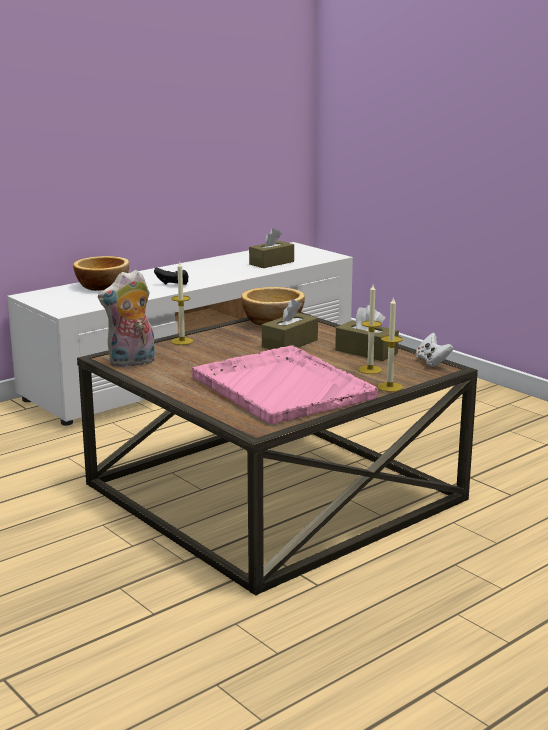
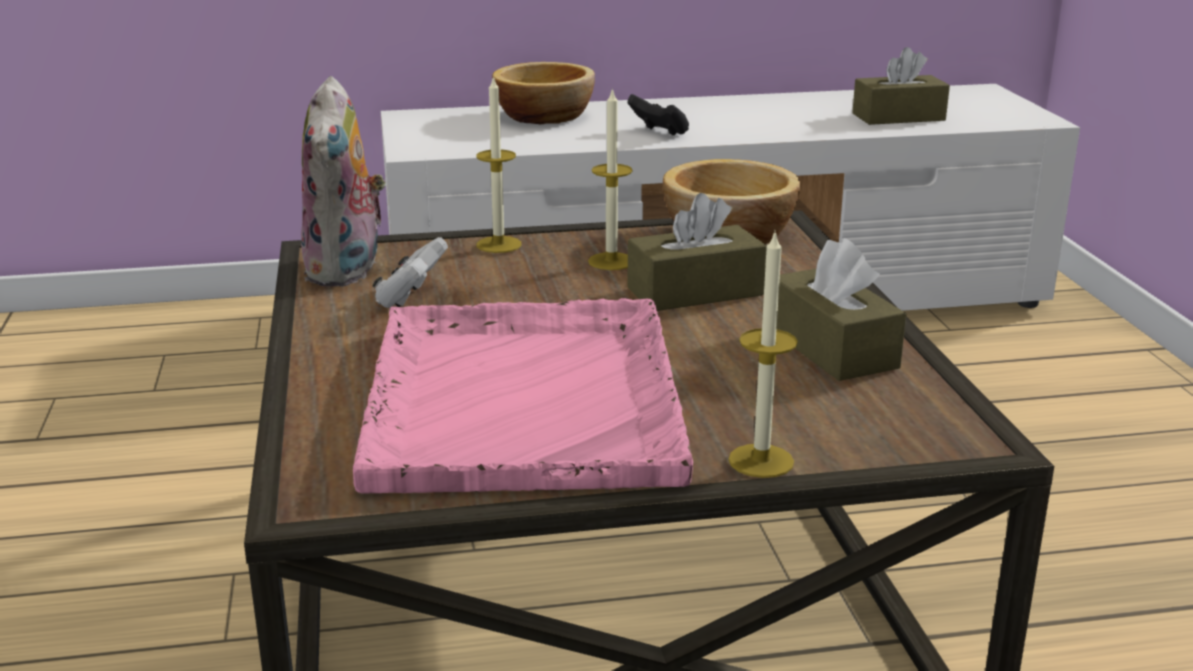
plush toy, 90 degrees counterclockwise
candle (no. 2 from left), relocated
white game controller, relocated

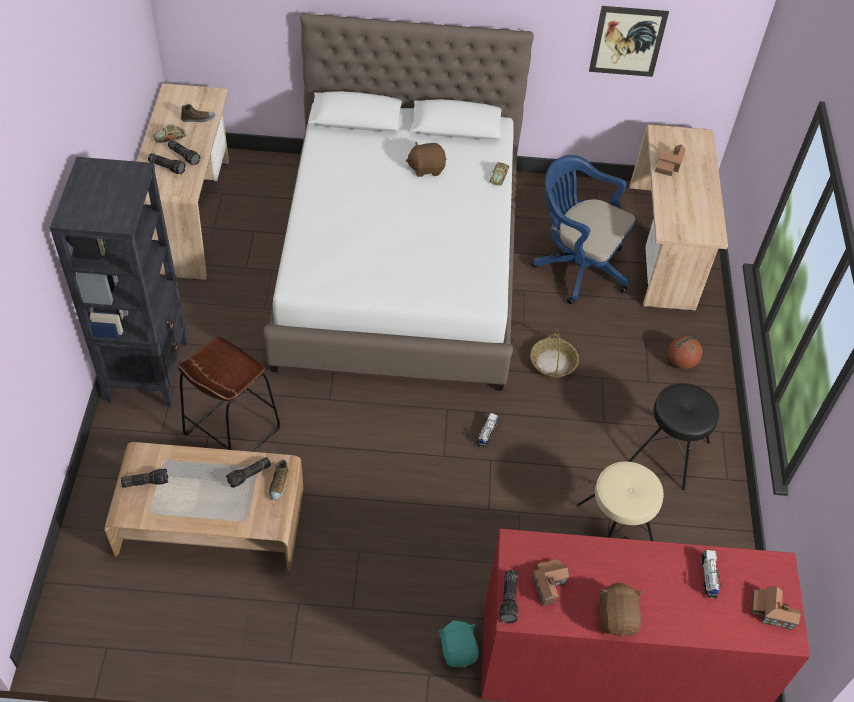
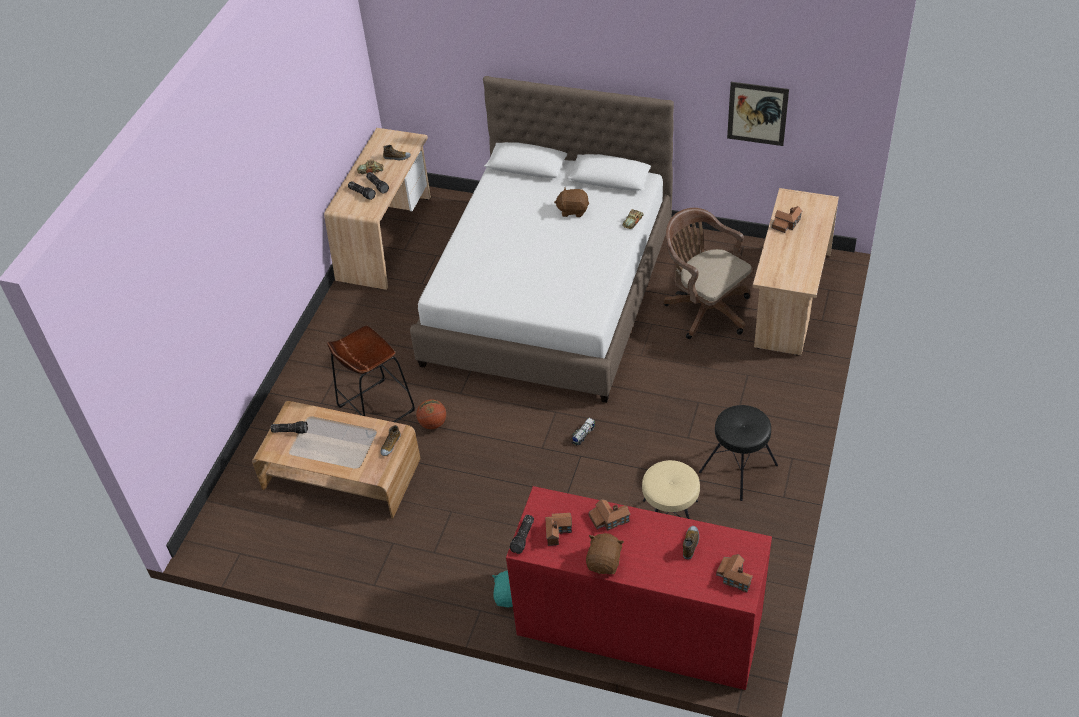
blue office chair => brown office chair
black bookcase => nothing
basket => nothing
basketball, relocated
flashlight (no. 4 from left) => nothing
toy truck (no. 2 from left) => shoe (no. 3 from left)
nothing => toy house (no. 2 from left)

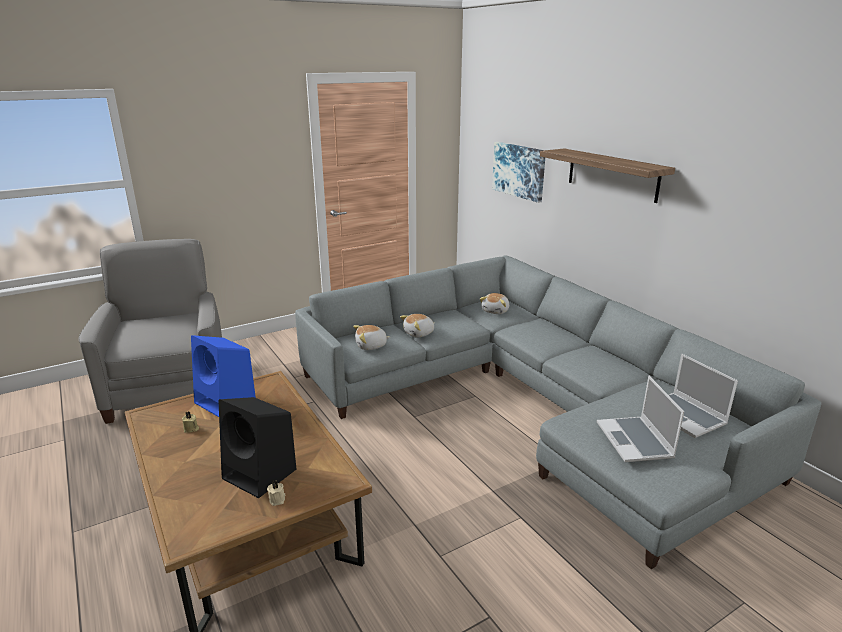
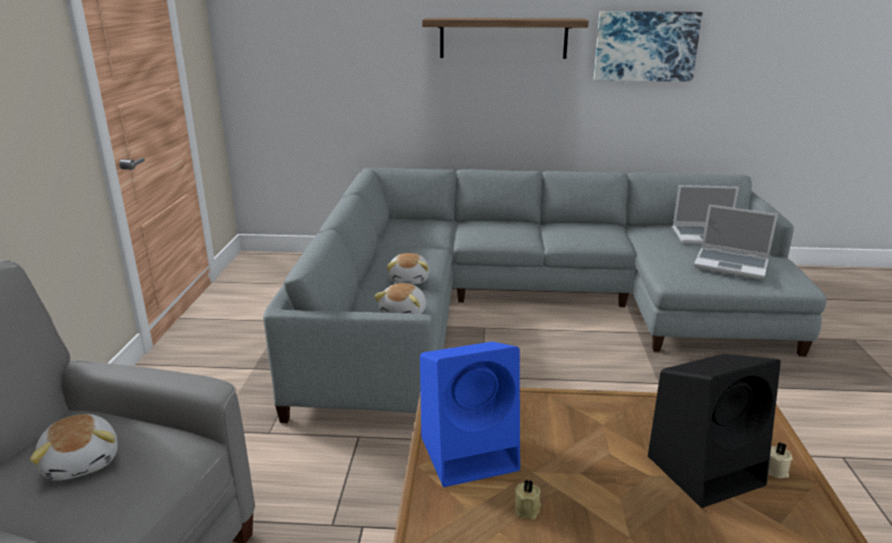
picture, relocated
plush toy (no. 3 from left in the first image) => plush toy (no. 1 from left), relocated

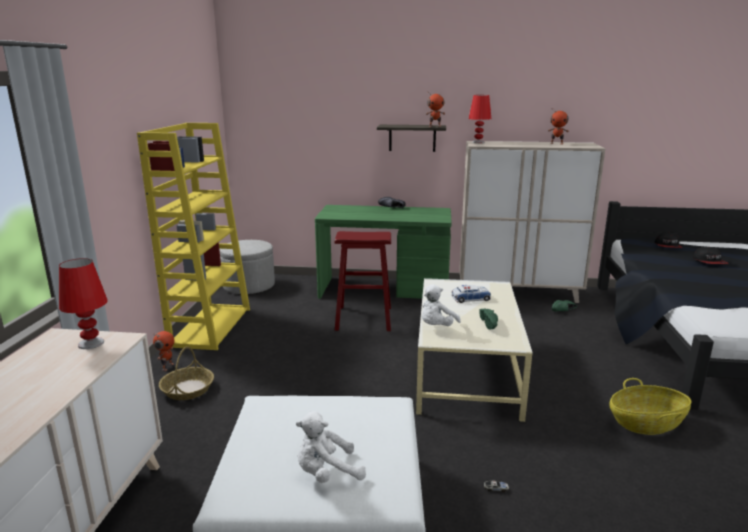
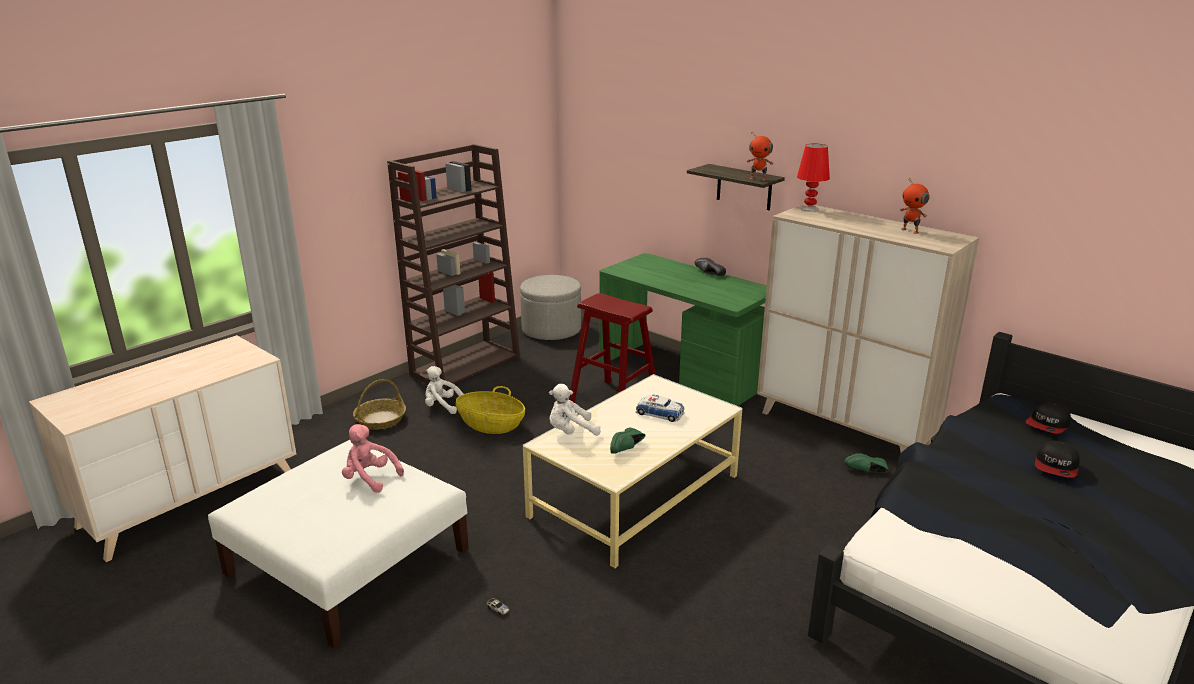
yellow bookcase => brown bookcase
red table lamp (no. 1 from left) => nothing
toy robot (no. 1 from left) => nothing
basket (no. 2 from left), relocated
white plush toy (no. 1 from left), relocated
nothing => pink plush toy

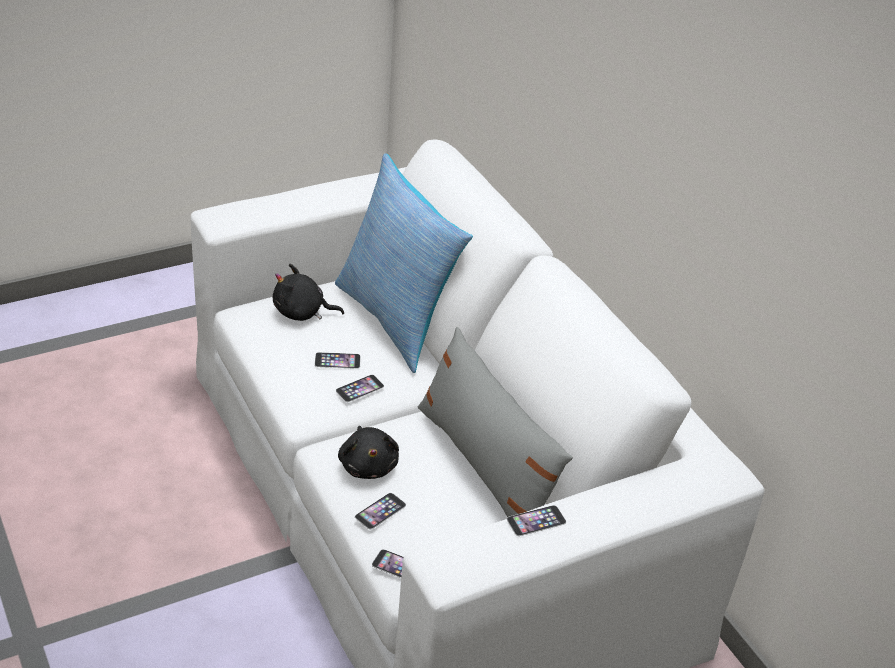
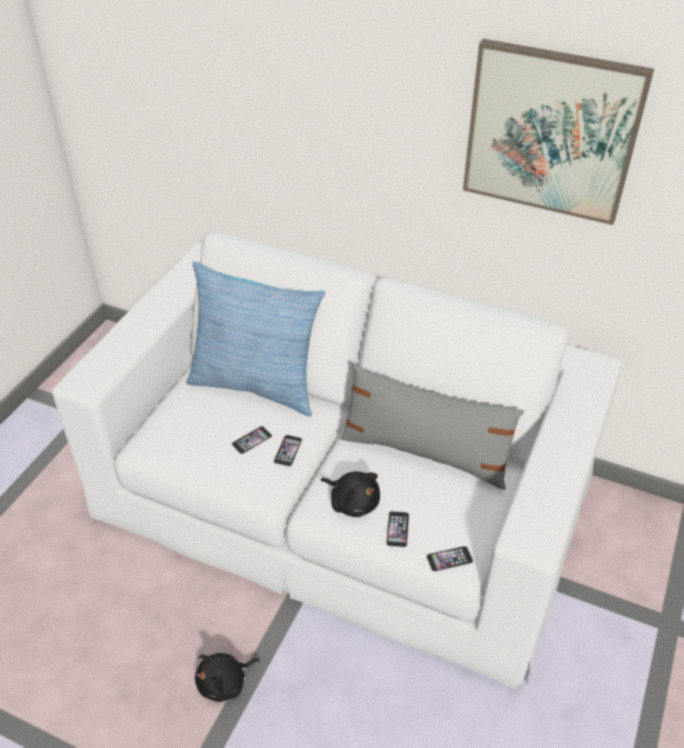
black plush toy (no. 1 from left), relocated
phone (no. 5 from left) => nothing
nothing => picture

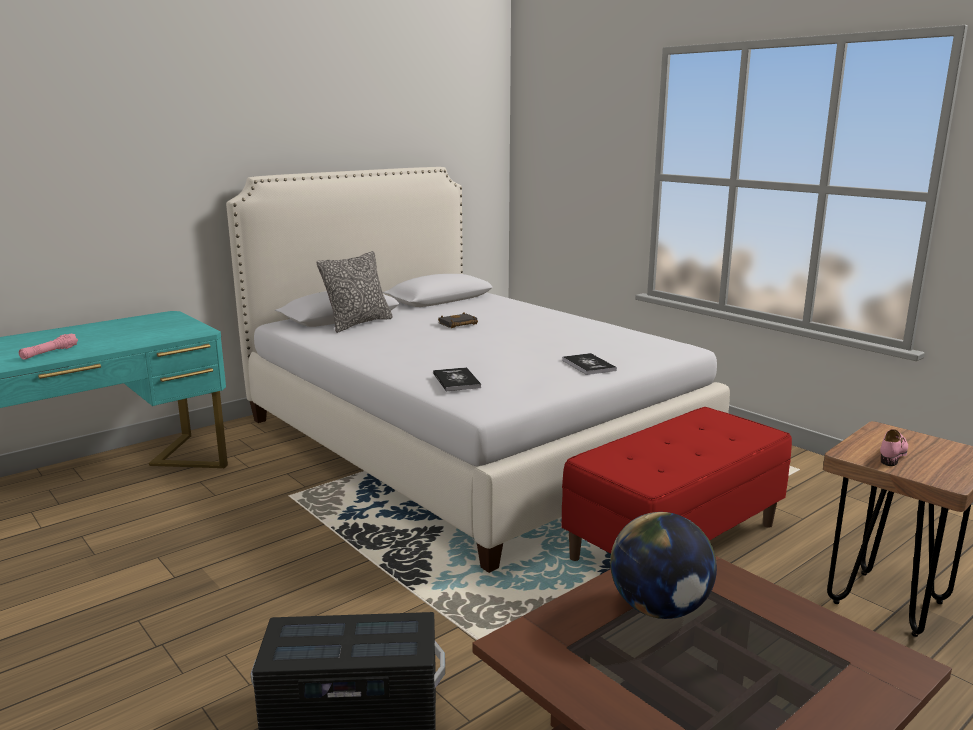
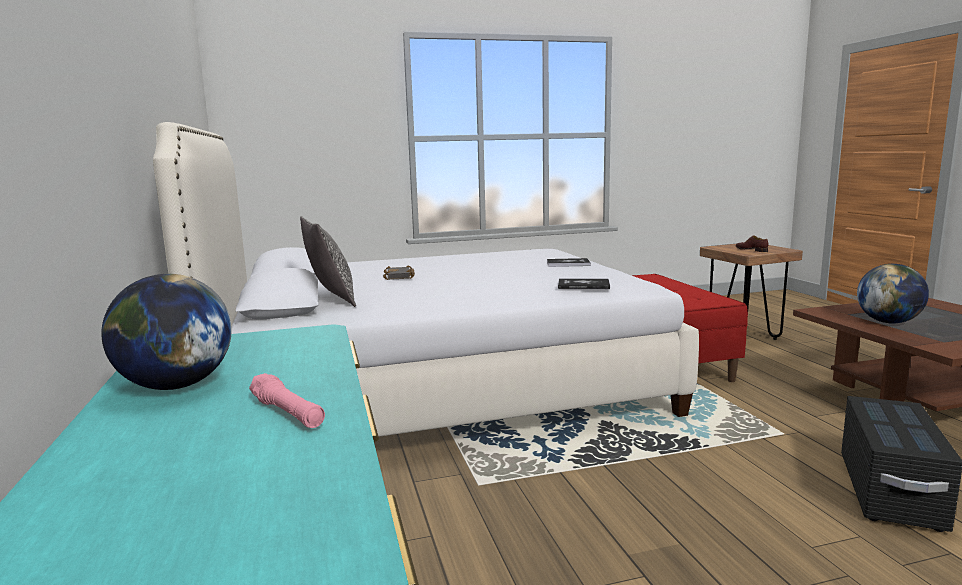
pink shoe => brown shoe
nothing => globe (no. 1 from left)

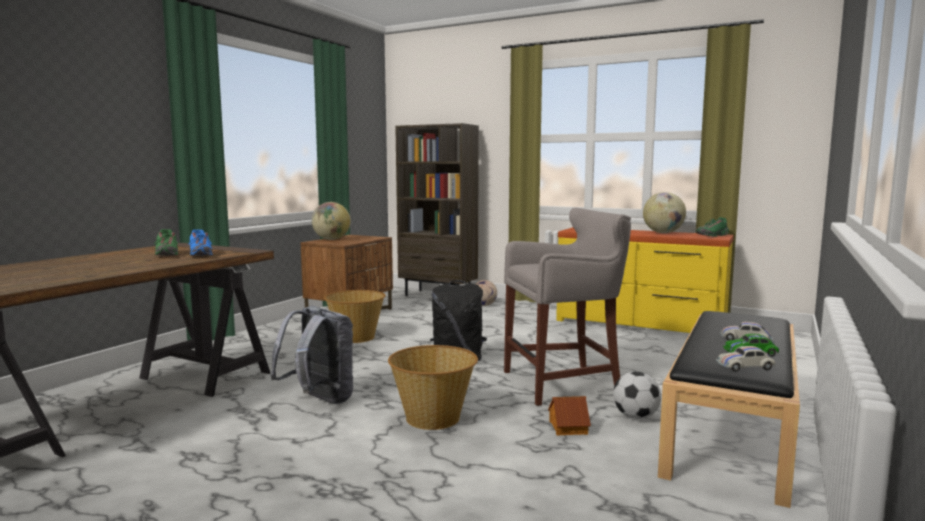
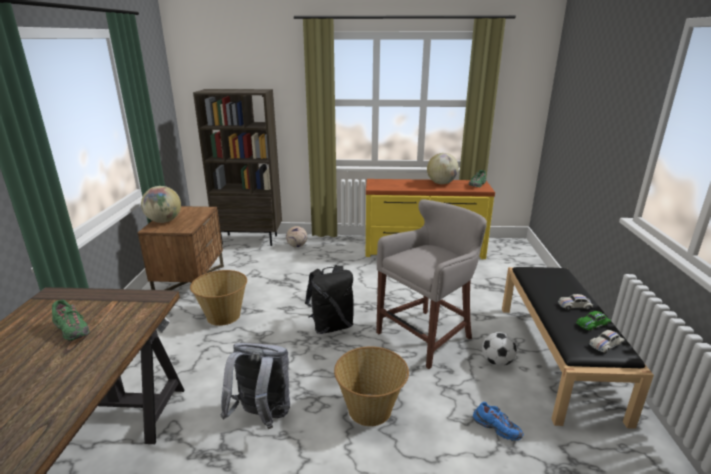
blue shoe, relocated
toy house => nothing

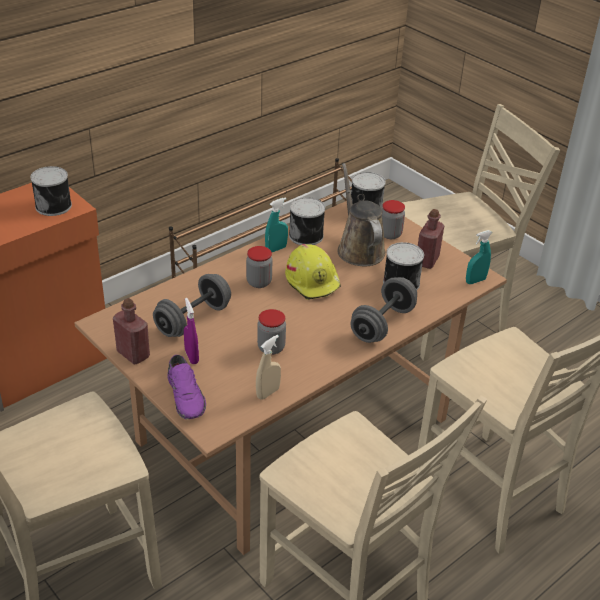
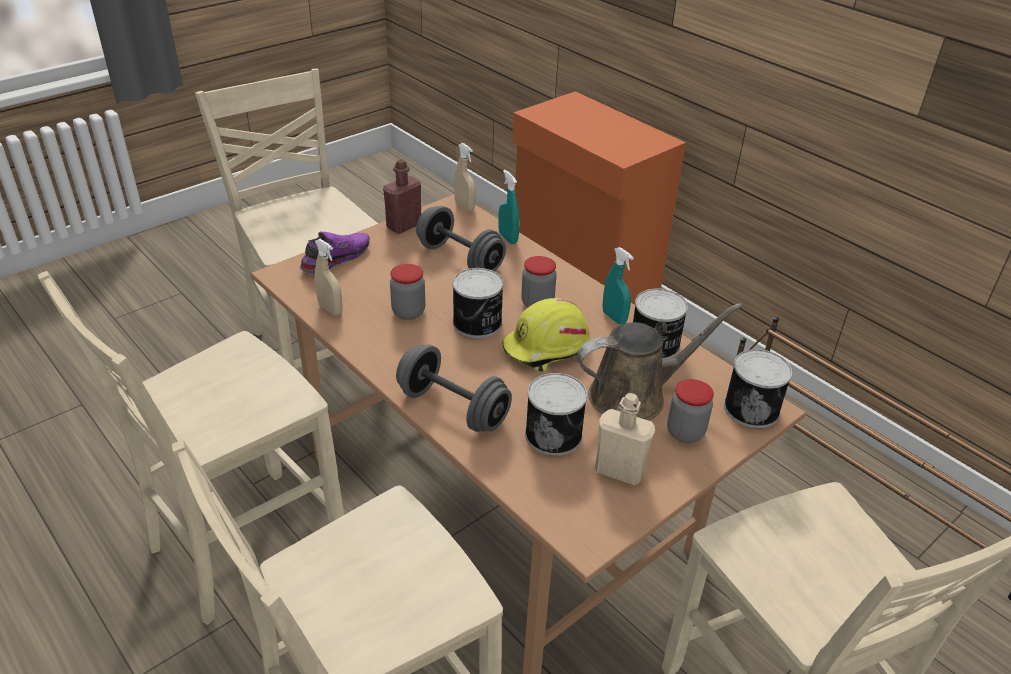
can (no. 1 from left), relocated
red bottle (no. 2 from left) => beige bottle
turquoise spray bottle (no. 2 from left in the first image) => turquoise spray bottle (no. 1 from left), relocated
purple spray bottle => nothing
purple shoe, 150 degrees clockwise
nothing => beige spray bottle (no. 2 from left)

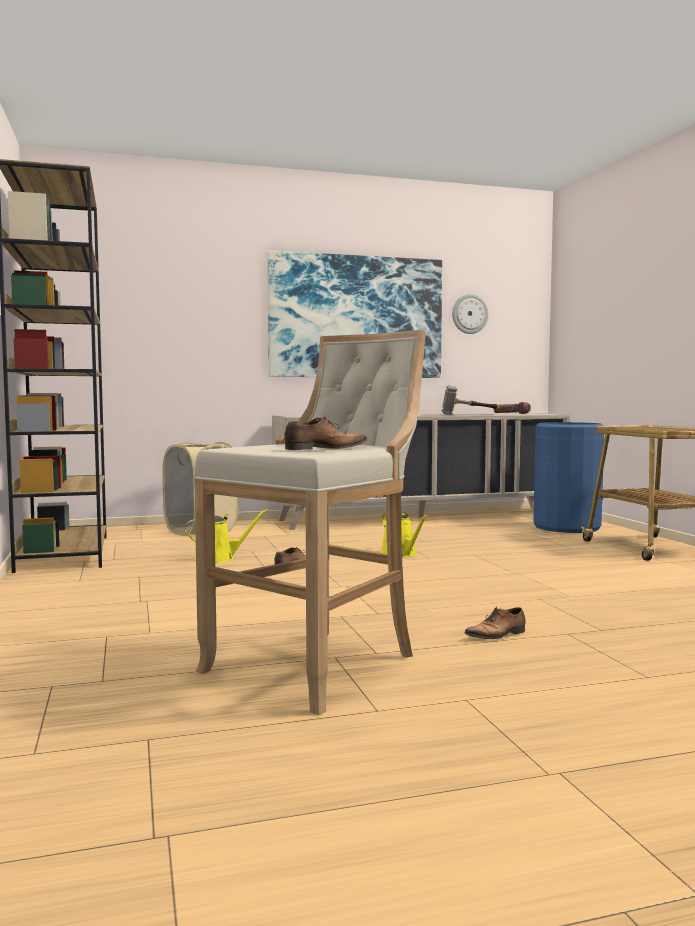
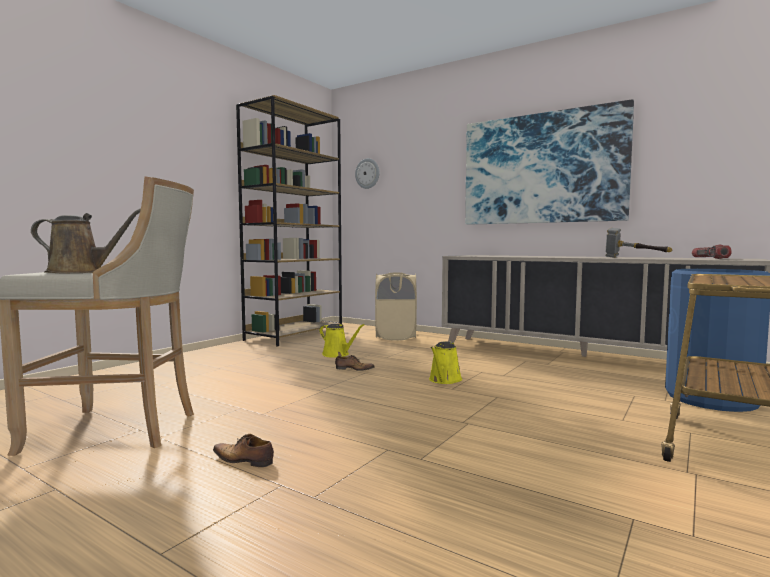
wall clock, relocated
shoe (no. 2 from left) => brown watering can

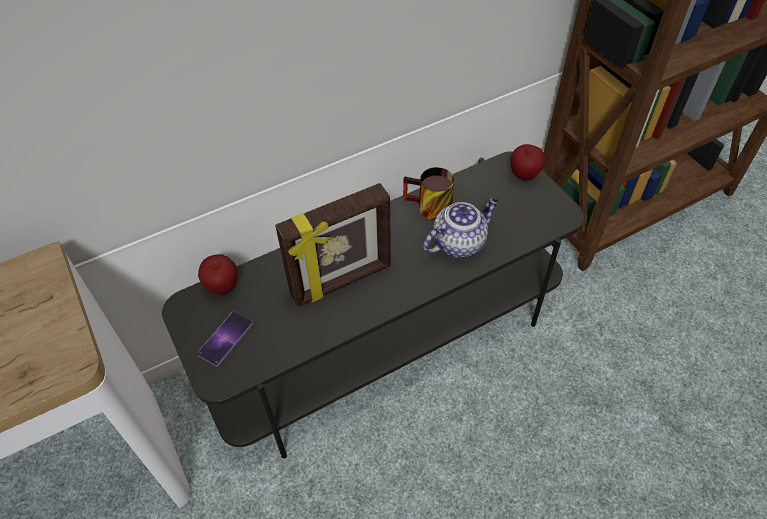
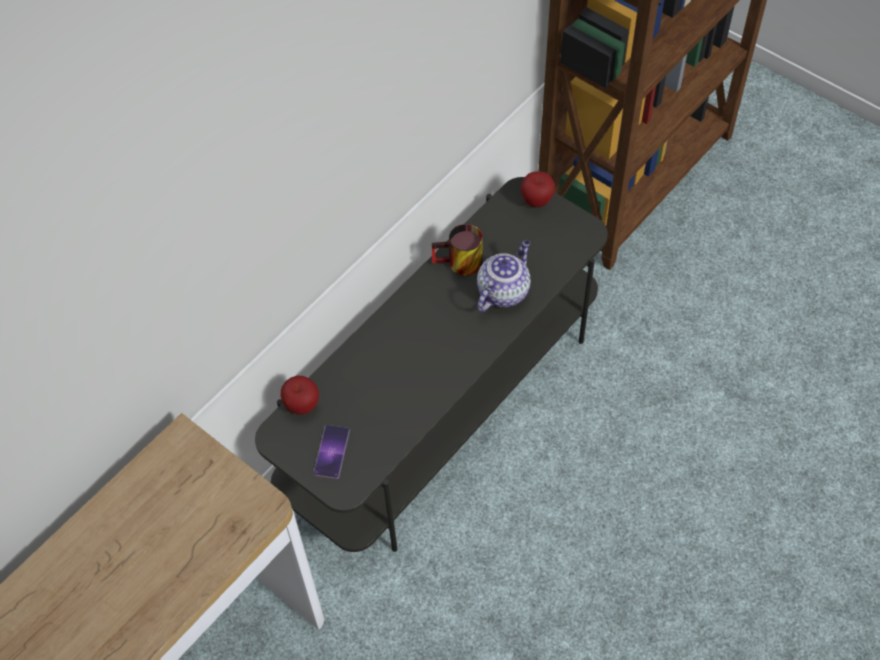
picture frame => nothing

